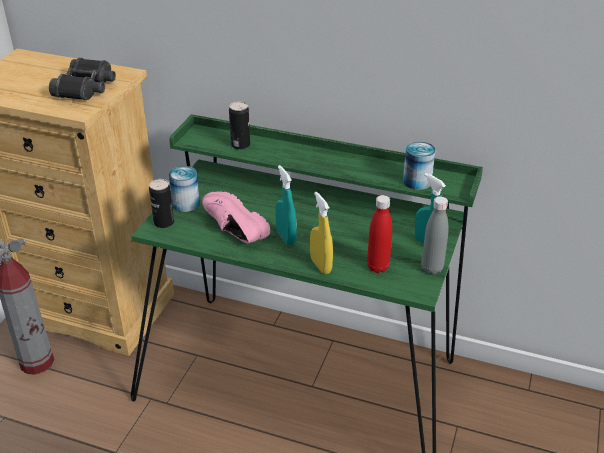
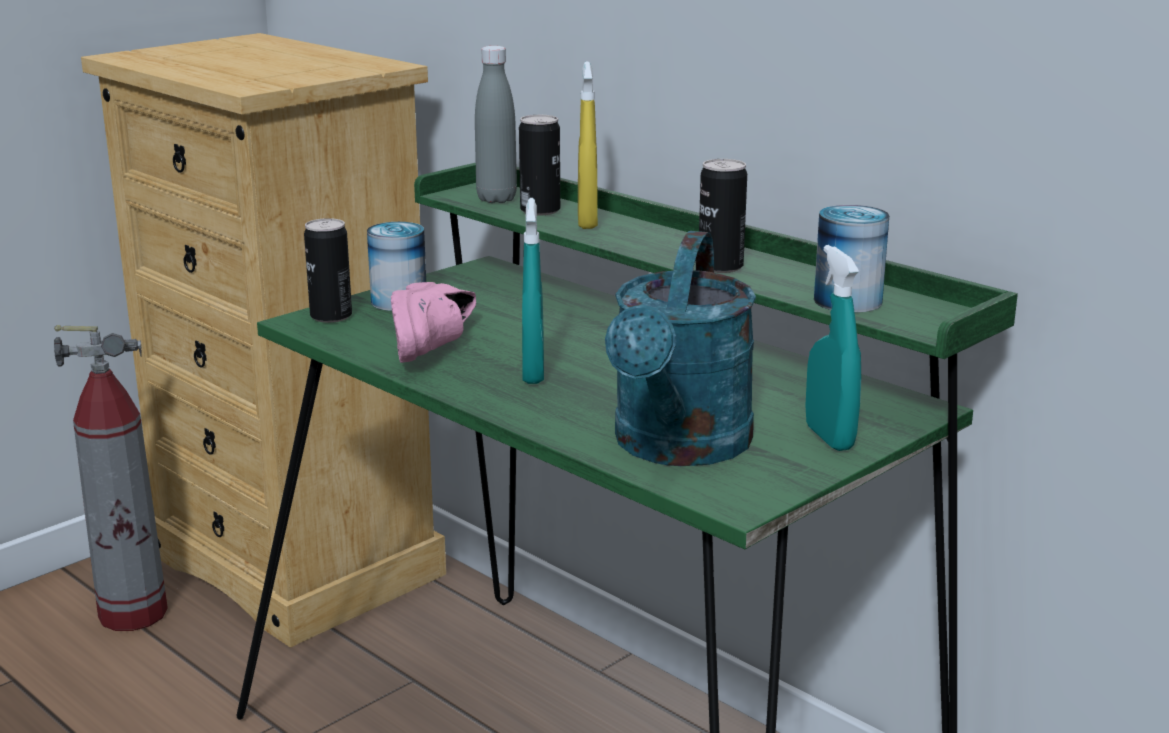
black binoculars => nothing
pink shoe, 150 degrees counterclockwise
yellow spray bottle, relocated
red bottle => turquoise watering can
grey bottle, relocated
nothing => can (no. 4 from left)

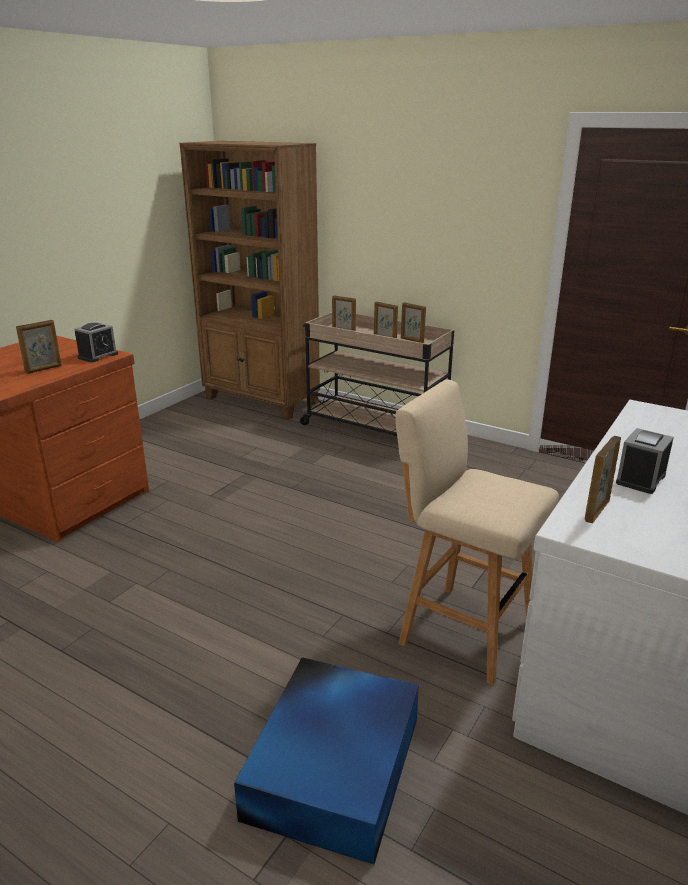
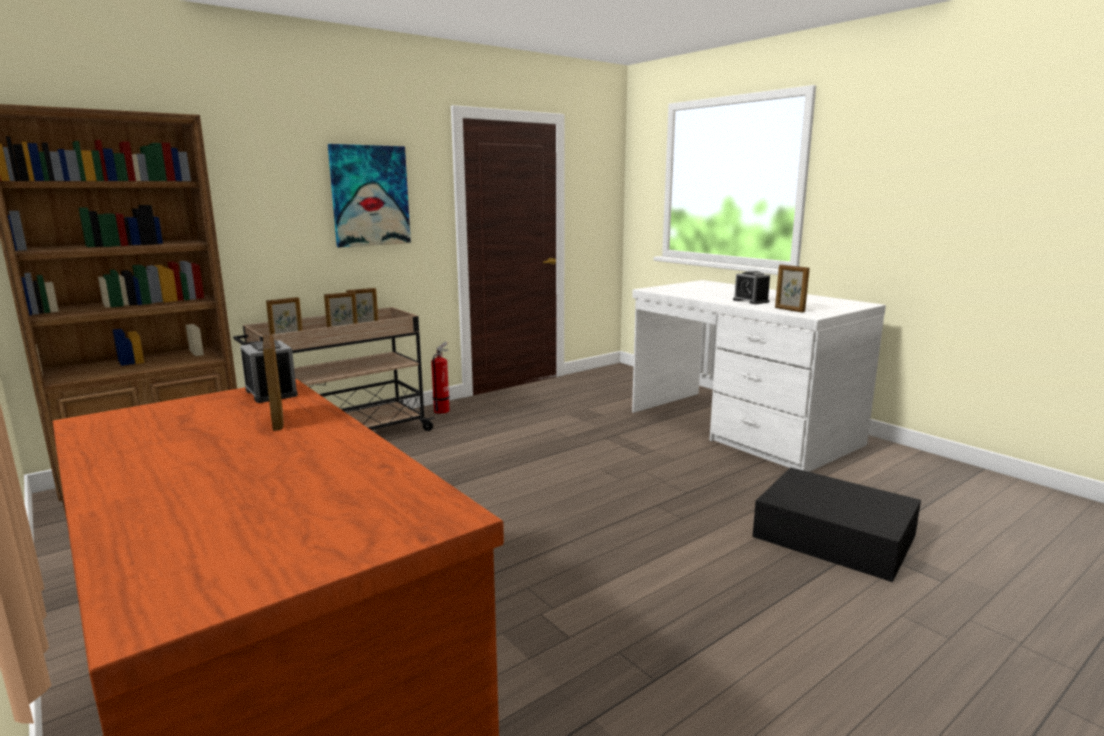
beige stool => nothing
blue storage box => black storage box
nothing => picture
nothing => fire extinguisher

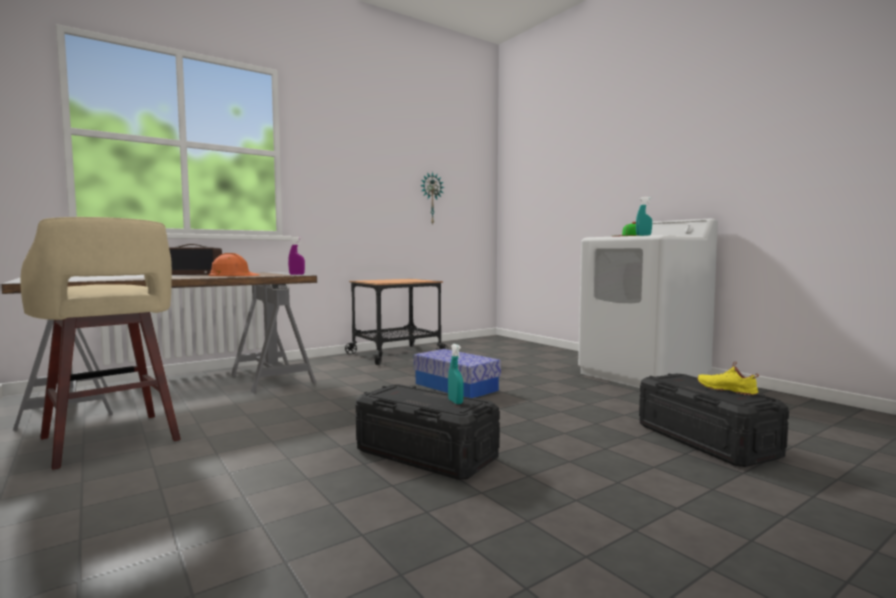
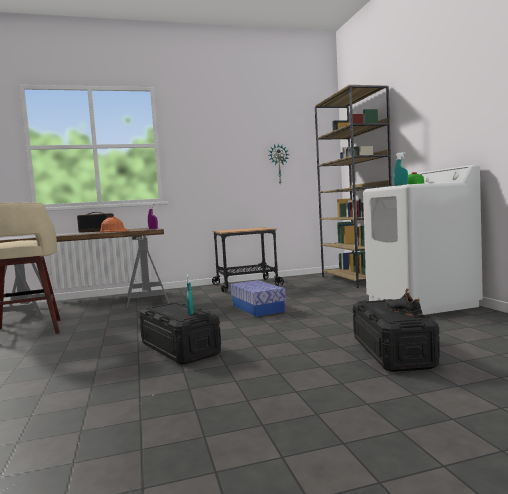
yellow shoe => black shoe
nothing => brown bookcase

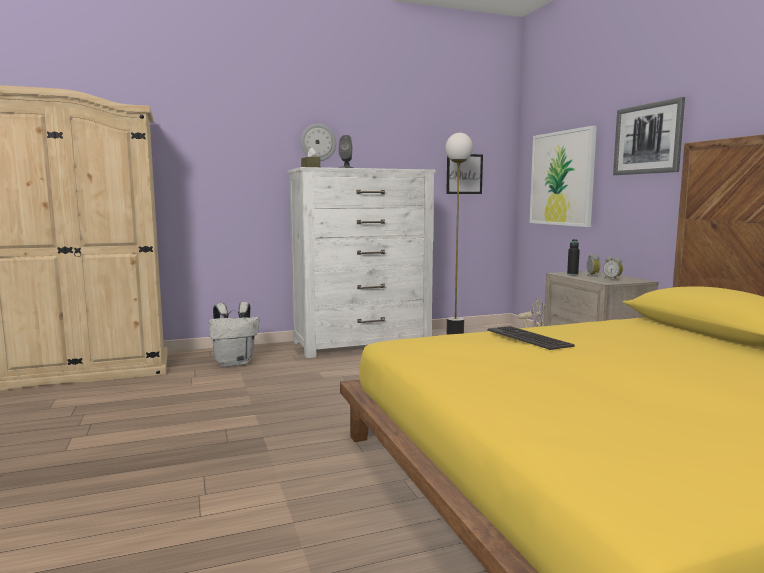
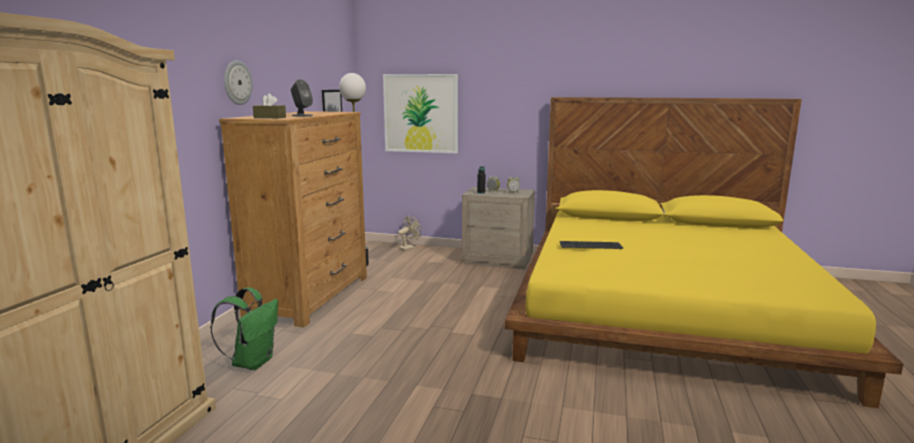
picture (no. 3 from left) => nothing
white dresser => brown dresser
white backpack => green backpack

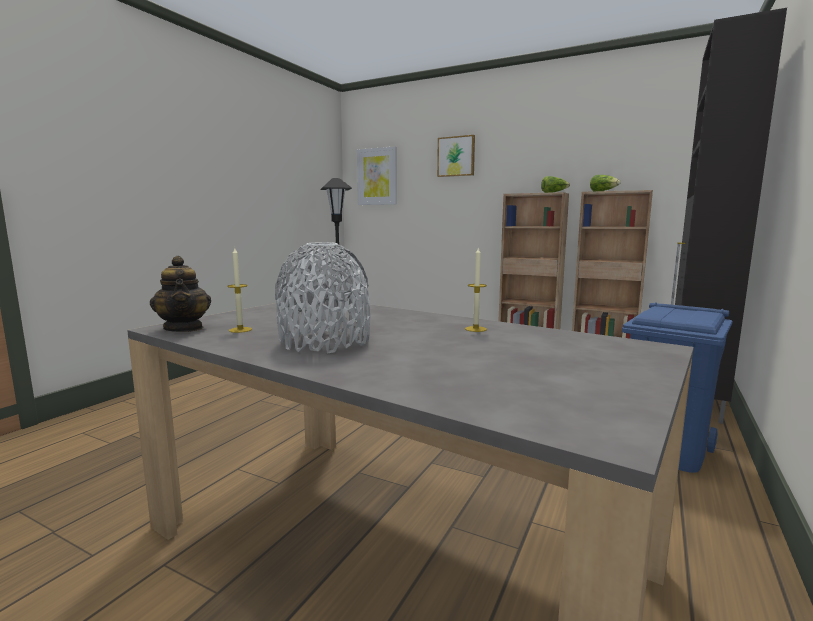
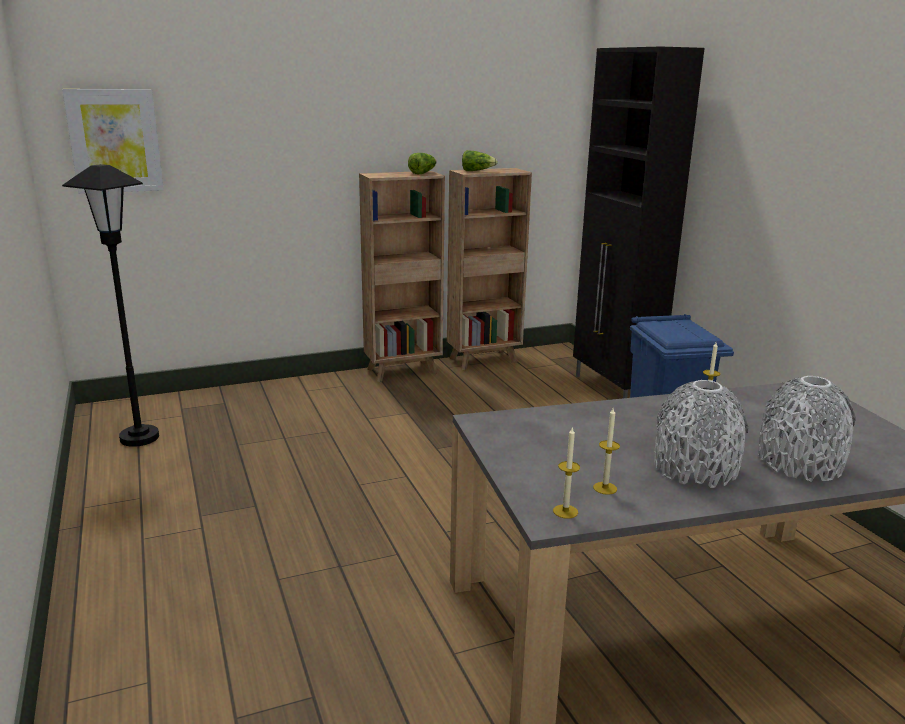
picture (no. 2 from left) => nothing
teapot => candle (no. 1 from left)
nothing => grey vase (no. 2 from left)

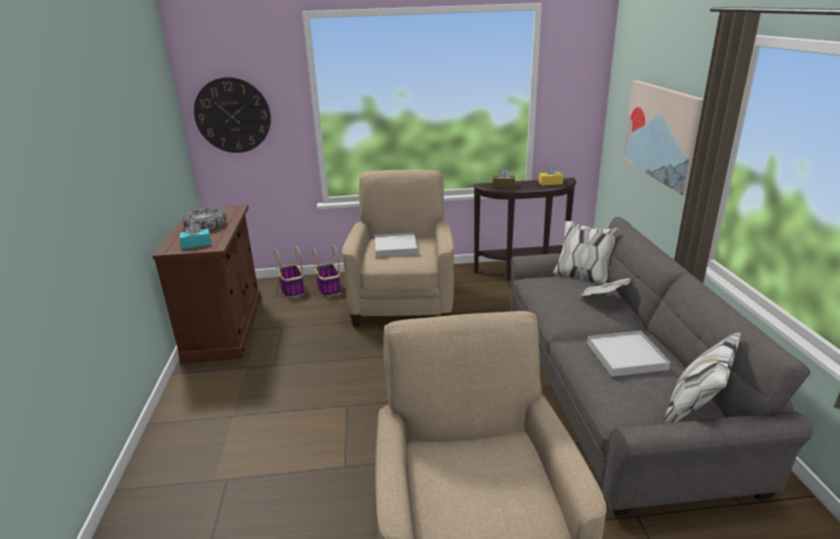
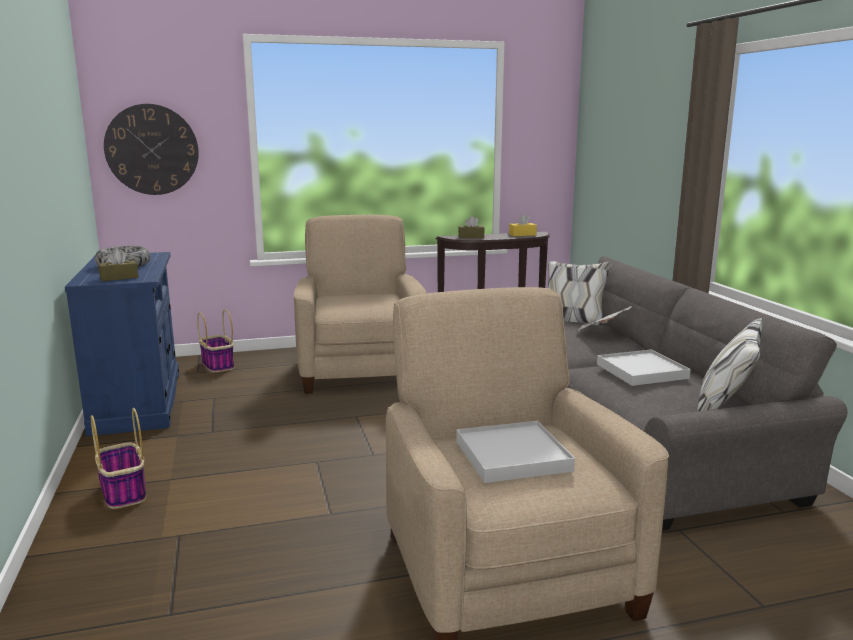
picture => nothing
brown cabinet => blue cabinet
turquoise tissue box => brown tissue box (no. 1 from left)
white tray (no. 1 from left), relocated
basket (no. 2 from left in the first image) => basket (no. 1 from left), relocated

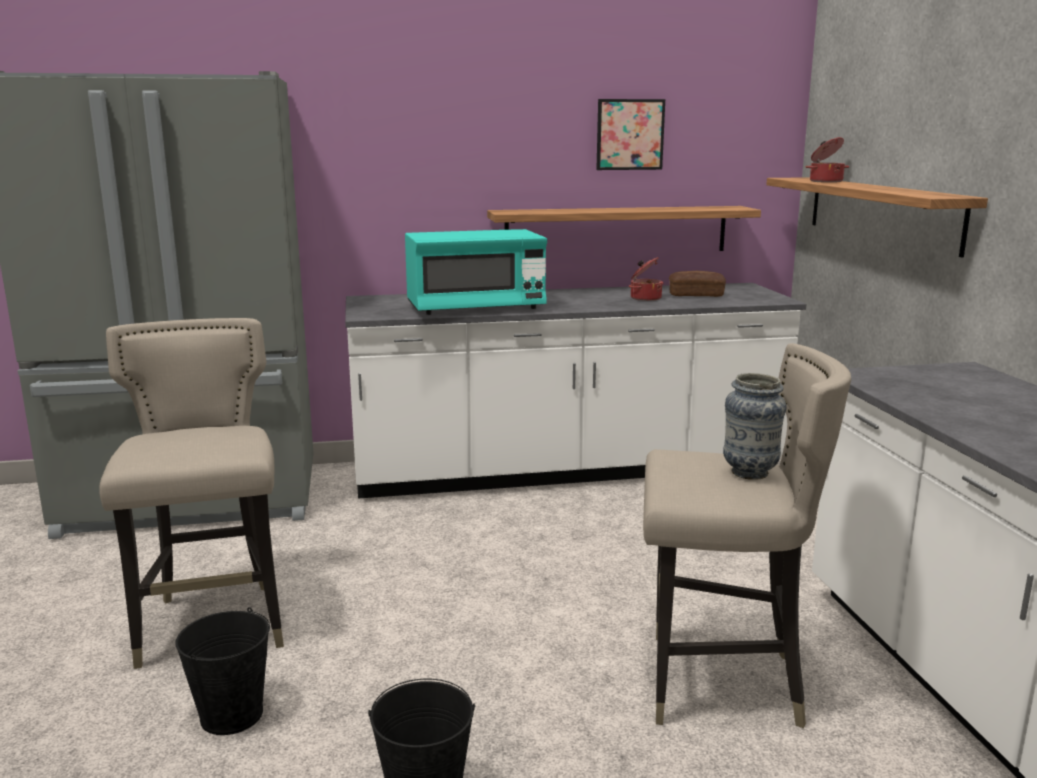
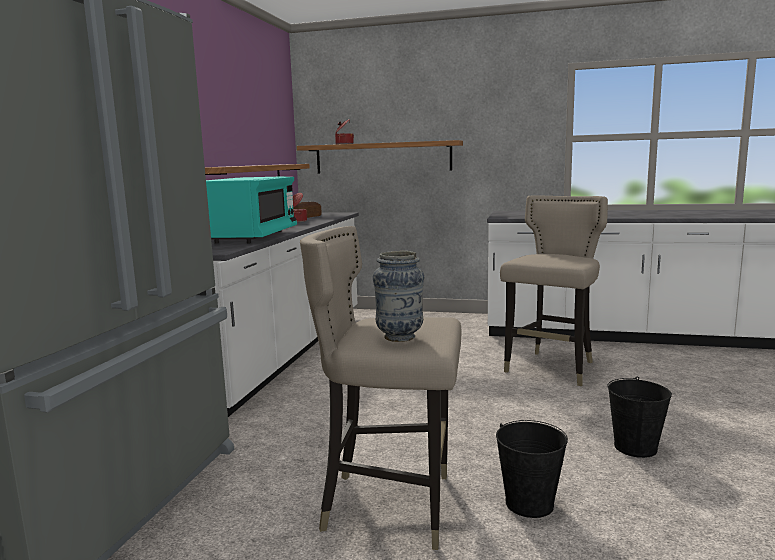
picture => nothing
vase, relocated

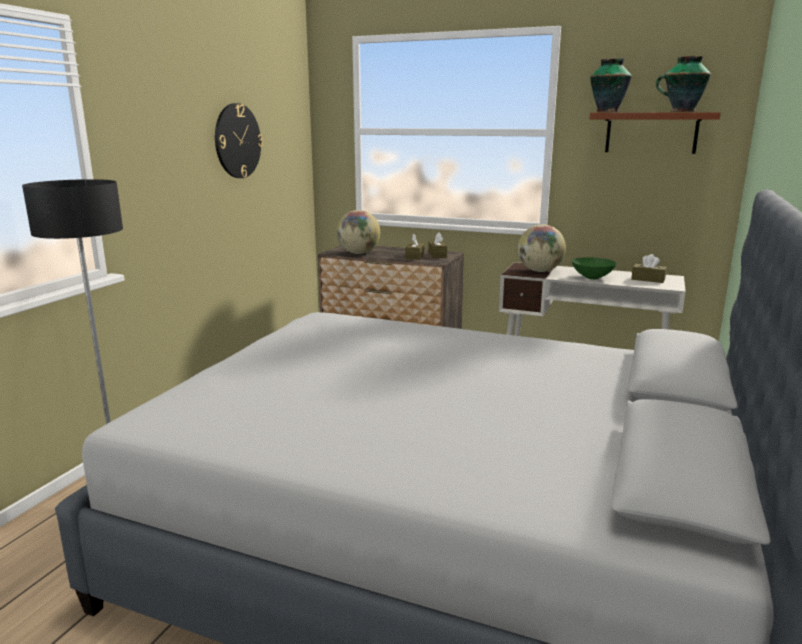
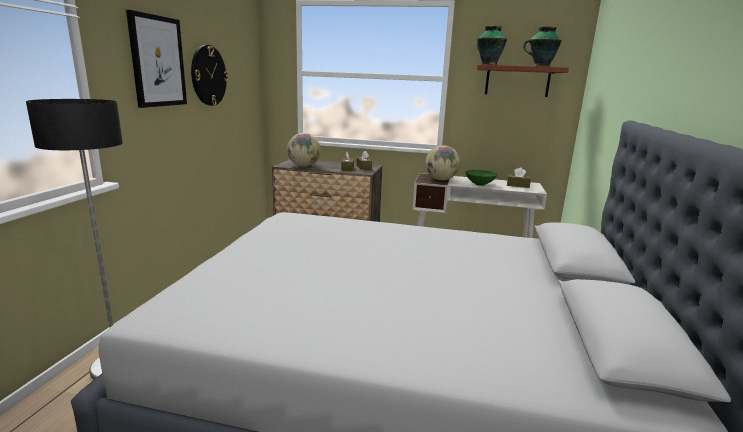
nothing => picture

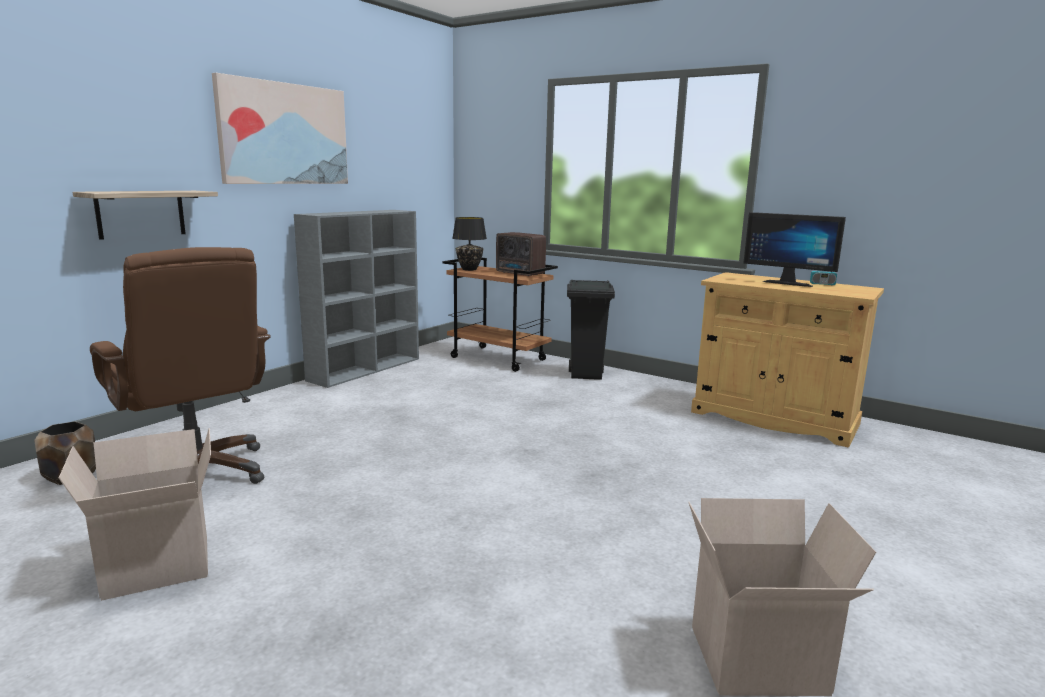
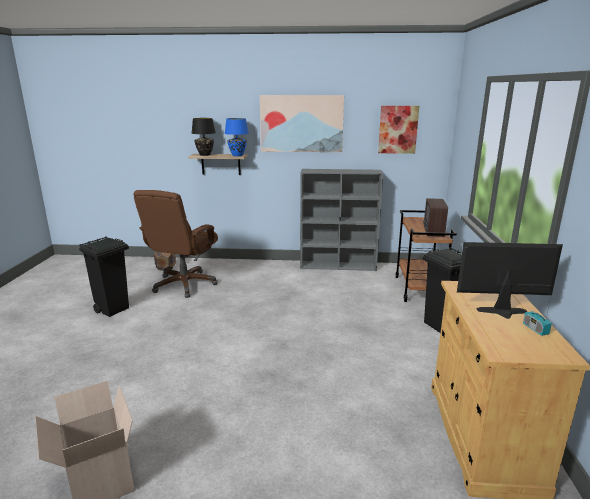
monitor, 90 degrees clockwise
black table lamp, relocated
cardboard box (no. 1 from left) => black trash can (no. 1 from left)
nothing => picture (no. 2 from left)
nothing => blue table lamp

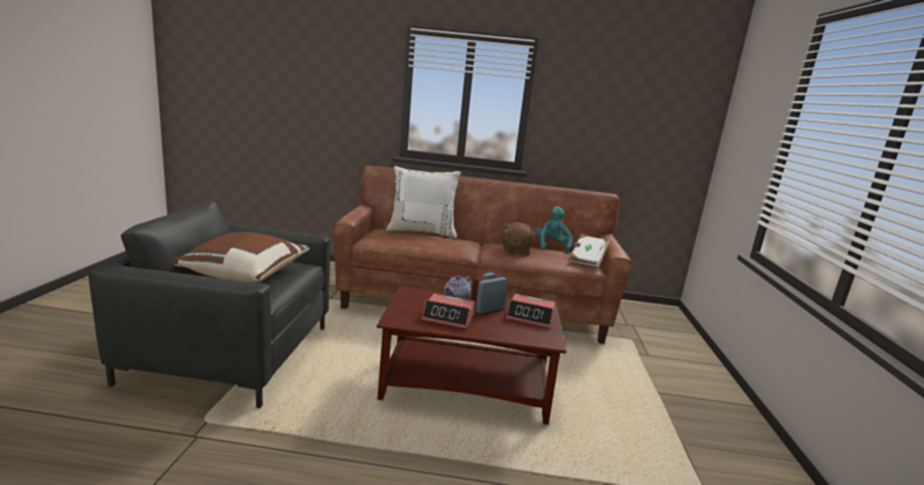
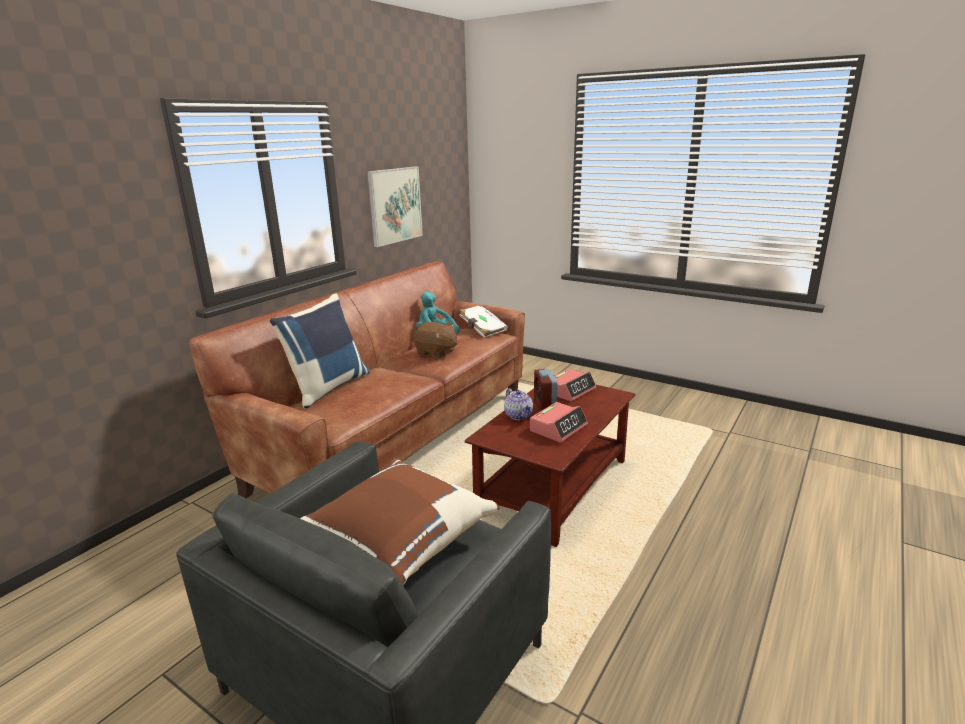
white pillow => blue pillow
nothing => picture

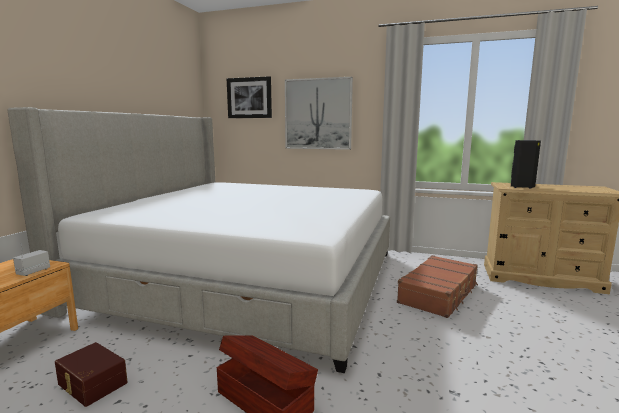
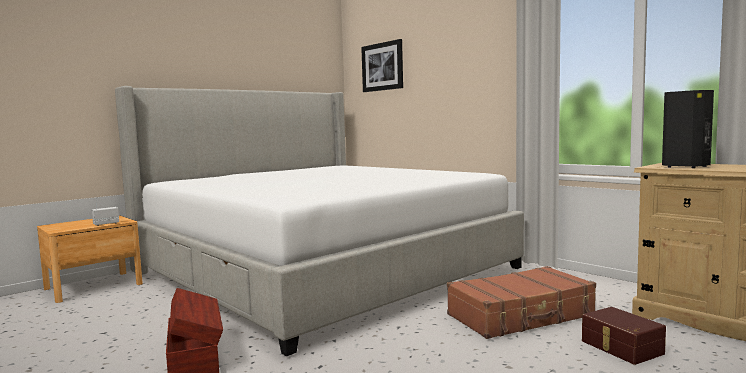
picture (no. 2 from left) => nothing
brown storage box (no. 1 from left in the first image) => brown storage box (no. 2 from left), relocated

